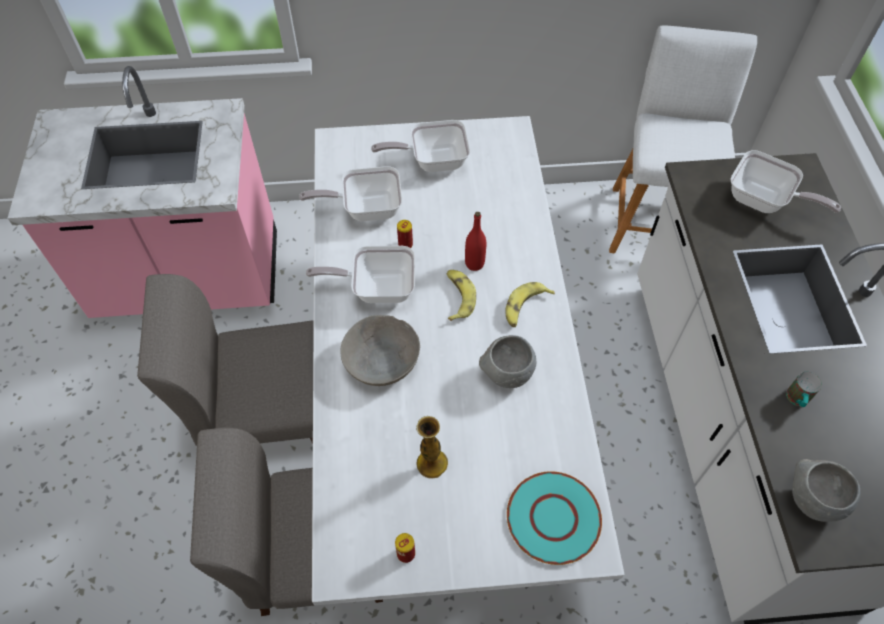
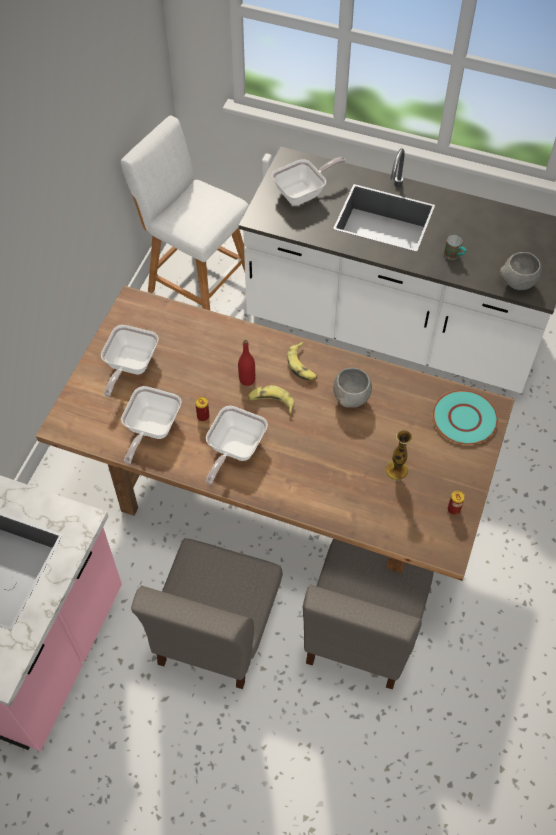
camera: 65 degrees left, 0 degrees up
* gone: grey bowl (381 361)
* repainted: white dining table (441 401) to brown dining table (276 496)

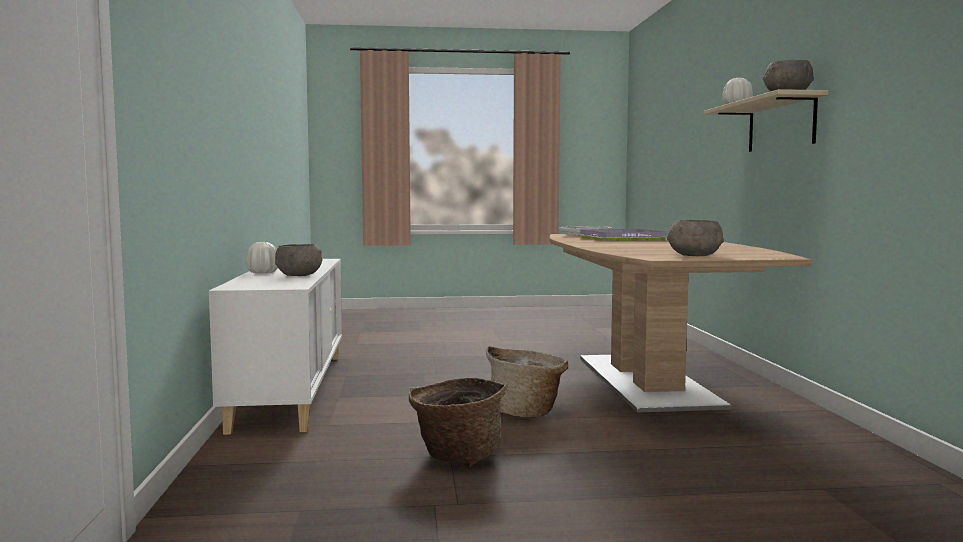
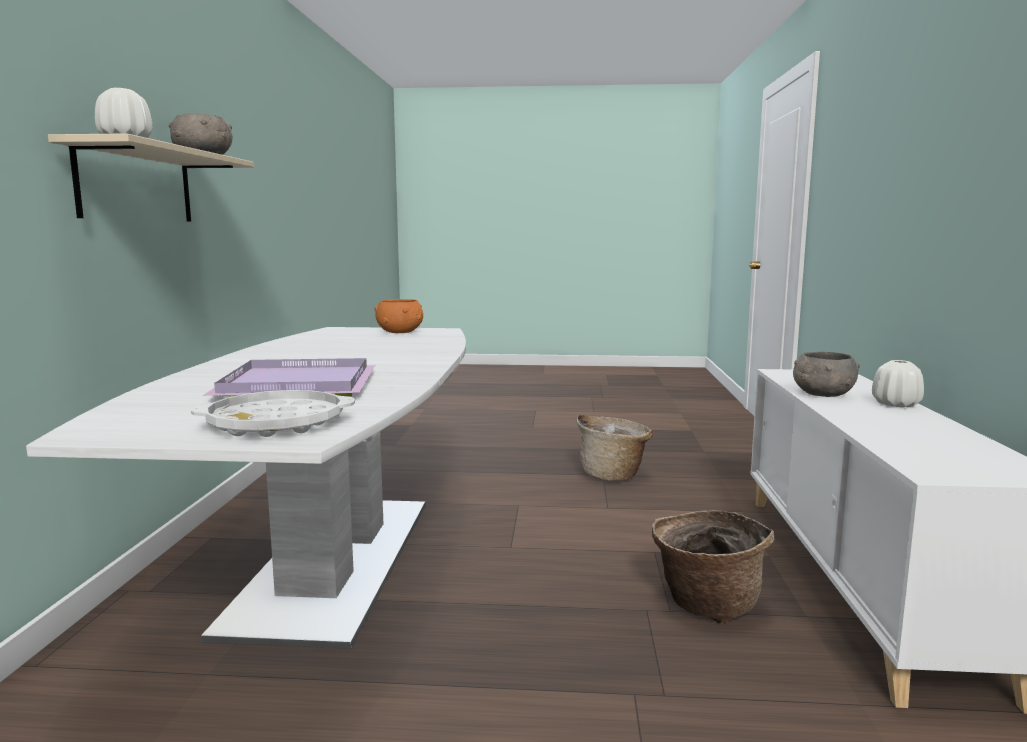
camera: 170 degrees left, 5 degrees up
* shifted: basket (526 412) to (706 604)
* repainted: brown dining table (645 380) to white dining table (334 561)
* repainted: grey bowl (694 256) to orange bowl (400 332)

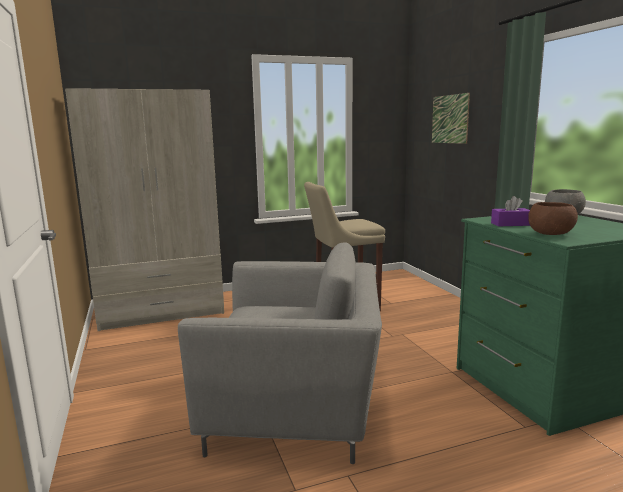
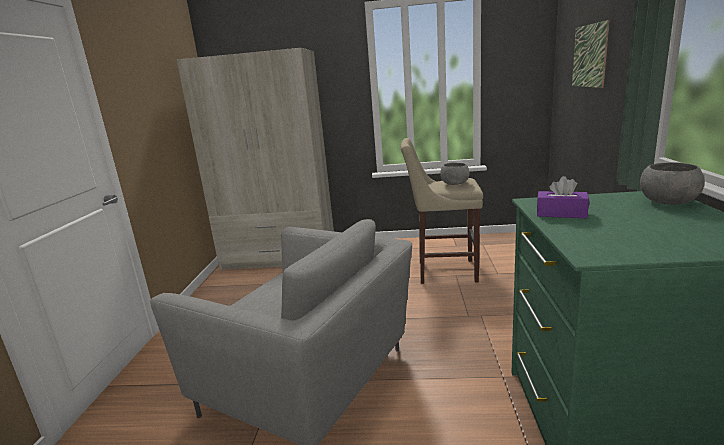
camera: 25 degrees right, 5 degrees up
* gone: brown bowl (550 234)
* new: grey bowl (455 184)

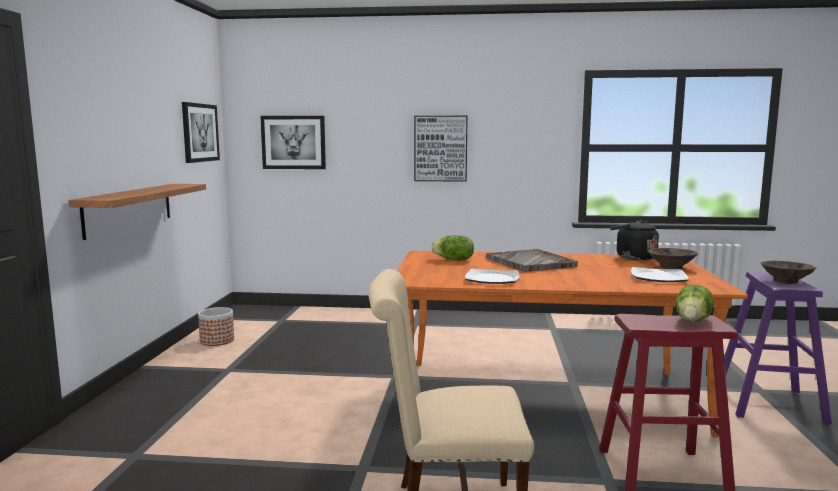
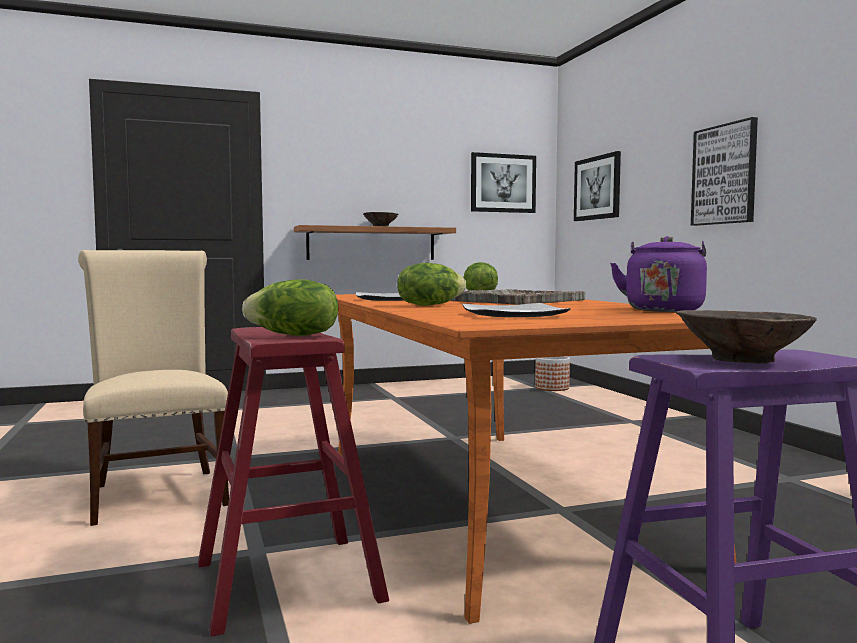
camera: 65 degrees right, 5 degrees down
* new: lettuce (430 305)
* shifted: planter (217 341) to (551 388)
* shifted: brown bowl (672 267) to (381 226)
* repainted: black kettle (633 258) to purple kettle (663 310)

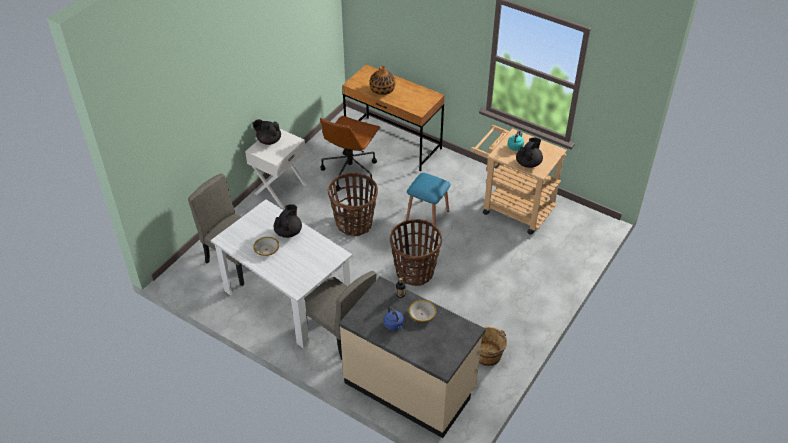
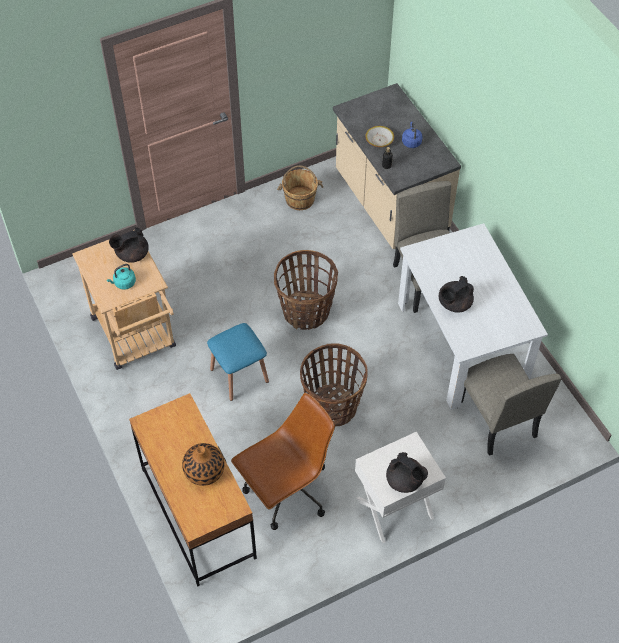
camera: 150 degrees left, 10 degrees up
* gone: bowl (266 249)

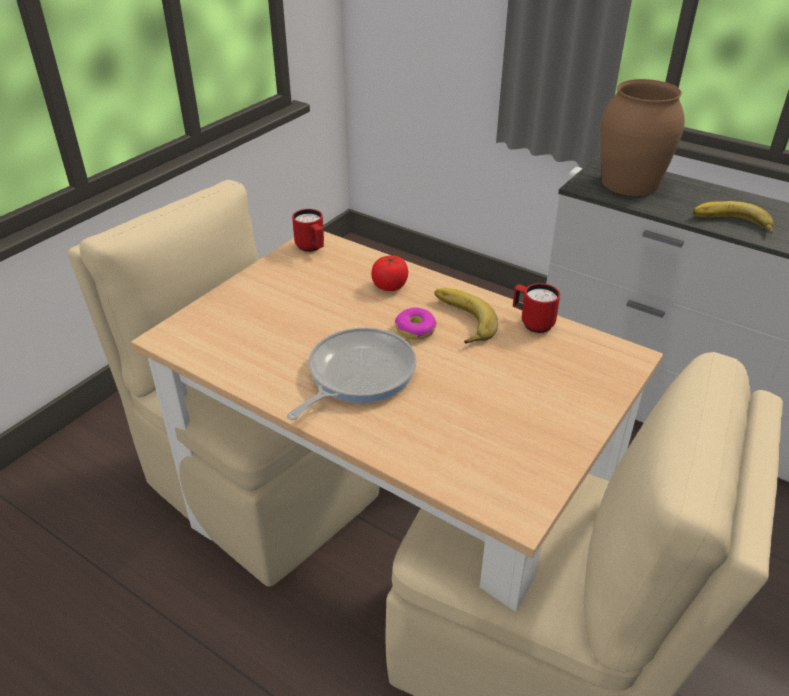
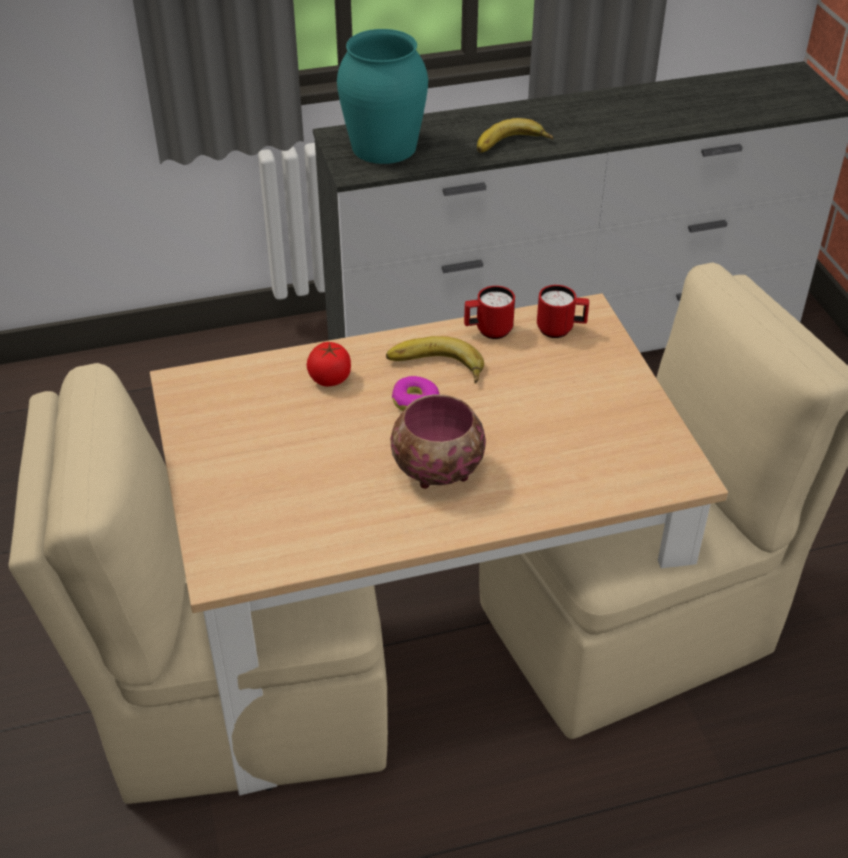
camera: 50 degrees left, 5 degrees up
* shifted: red mug (312 248) to (561 330)
* swapped: frying pan (357 375) to bowl (437 472)
* repainted: brown vase (629 182) to turquoise vase (383 146)

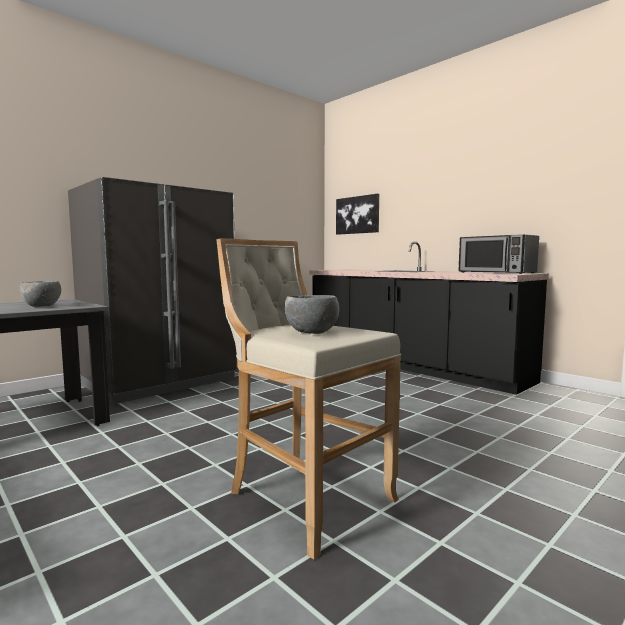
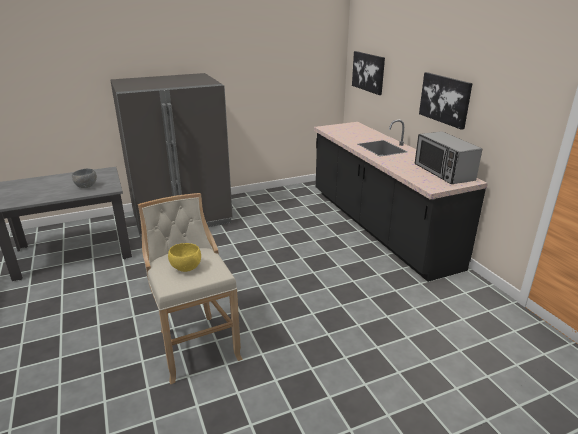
camera: 20 degrees right, 20 degrees up
* new: picture (445 99)
* repainted: grey bowl (312 333) to yellow bowl (186 268)

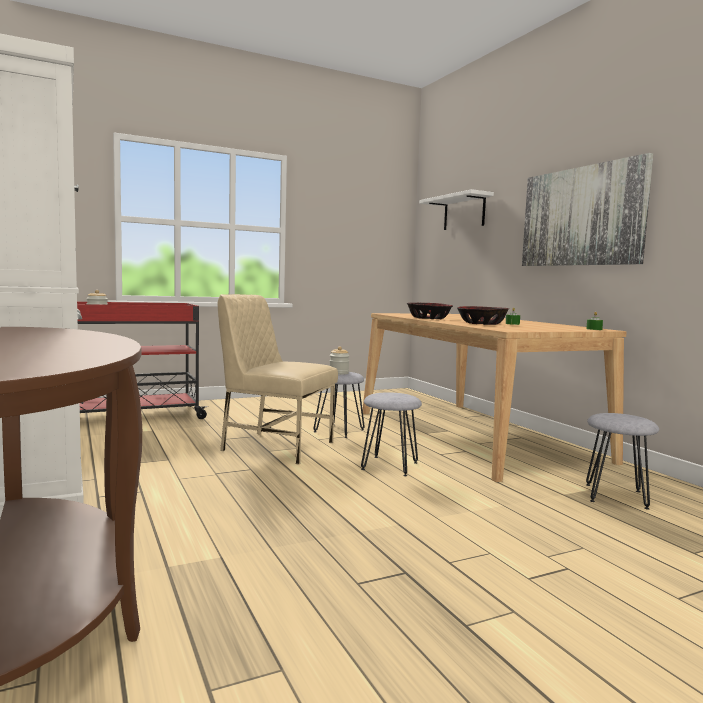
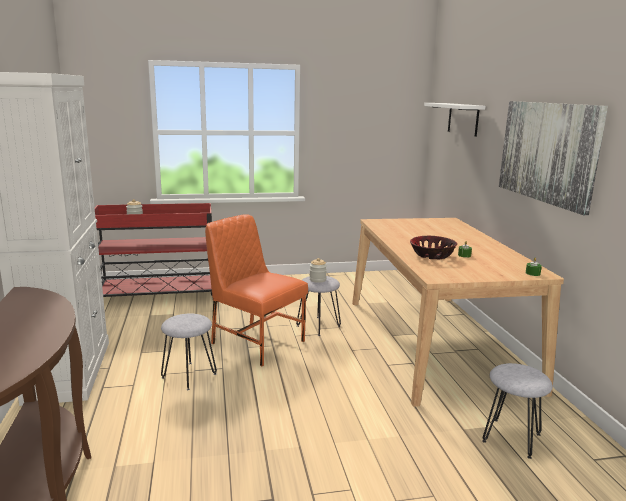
camera: 15 degrees right, 10 degrees up
* gone: bowl (429 318)
* shifted: grey stool (389 466) to (189 375)
* repainted: beige chair (276 446) to orange chair (256 342)

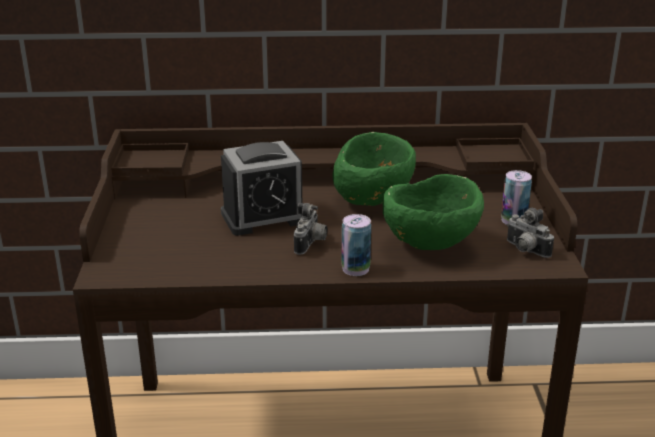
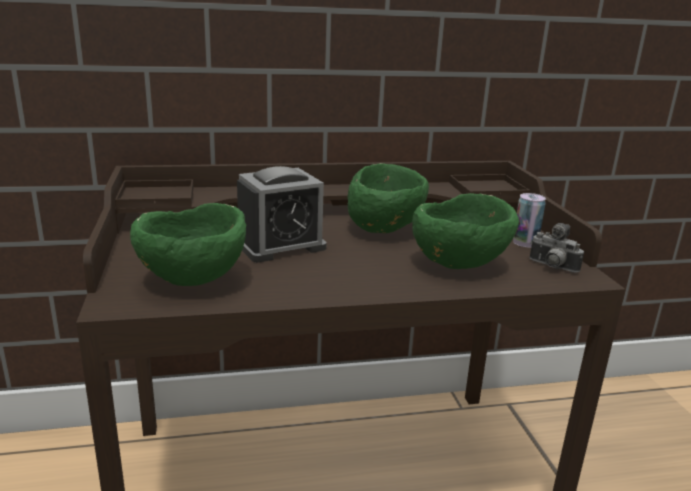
camera: 10 degrees left, 5 degrees down
* gone: photo camera (311 244)
* gone: can (355 269)
* new: green bowl (193 283)

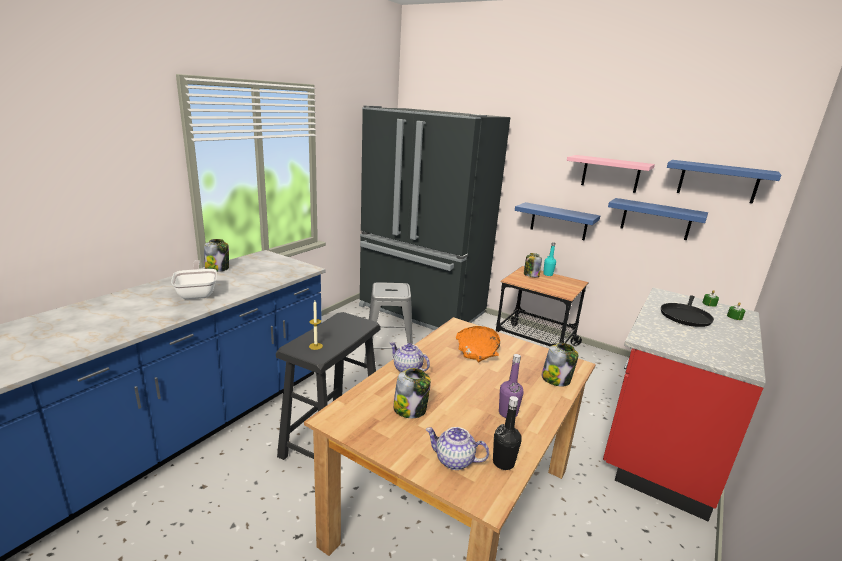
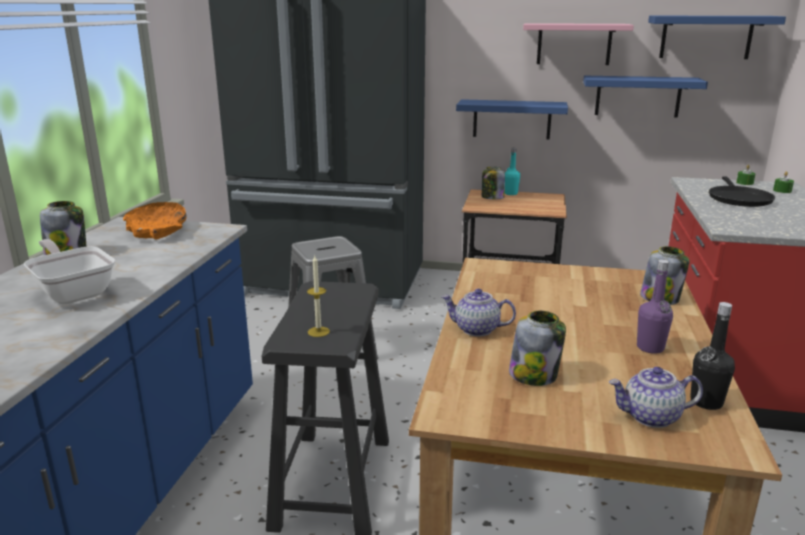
camera: 20 degrees left, 0 degrees up
* shifted: orange bowl (477 351) to (158 232)

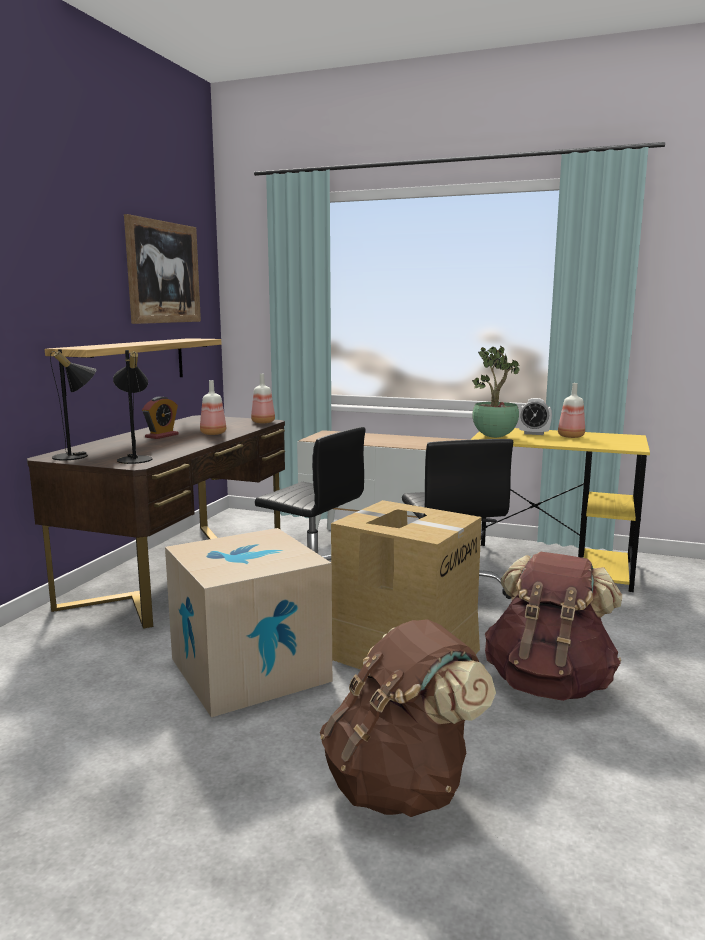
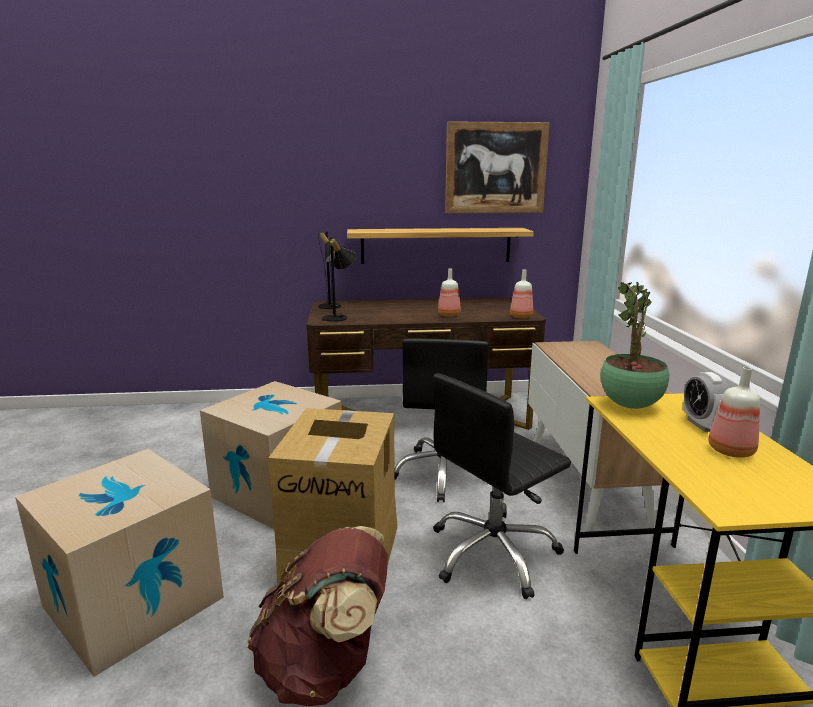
camera: 65 degrees right, 5 degrees up
* gone: alarm clock (162 436)
* swapped: brown backpack (401 786) to cardboard box (133 601)

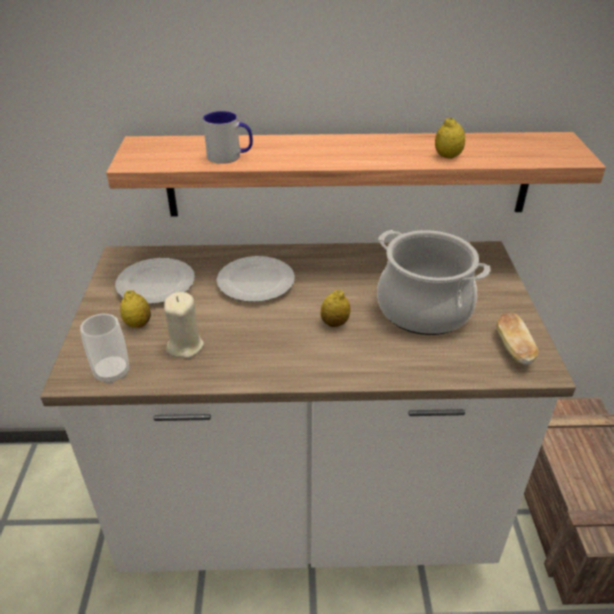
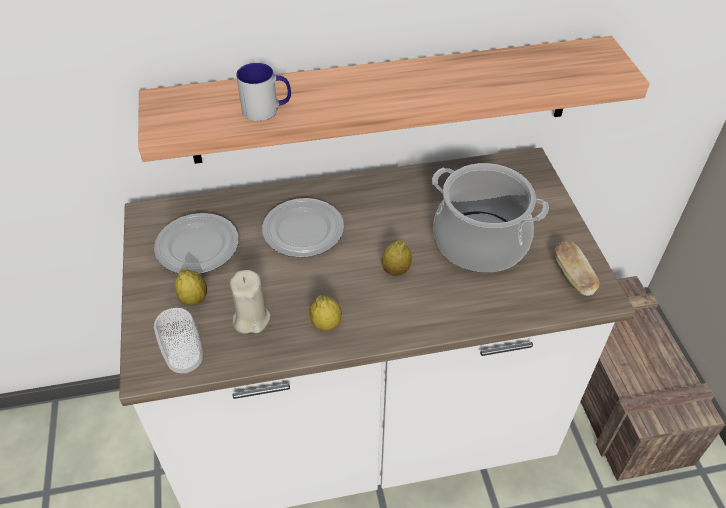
camera: 10 degrees left, 10 degrees up
* shifted: lemon (447 156) to (326 324)

